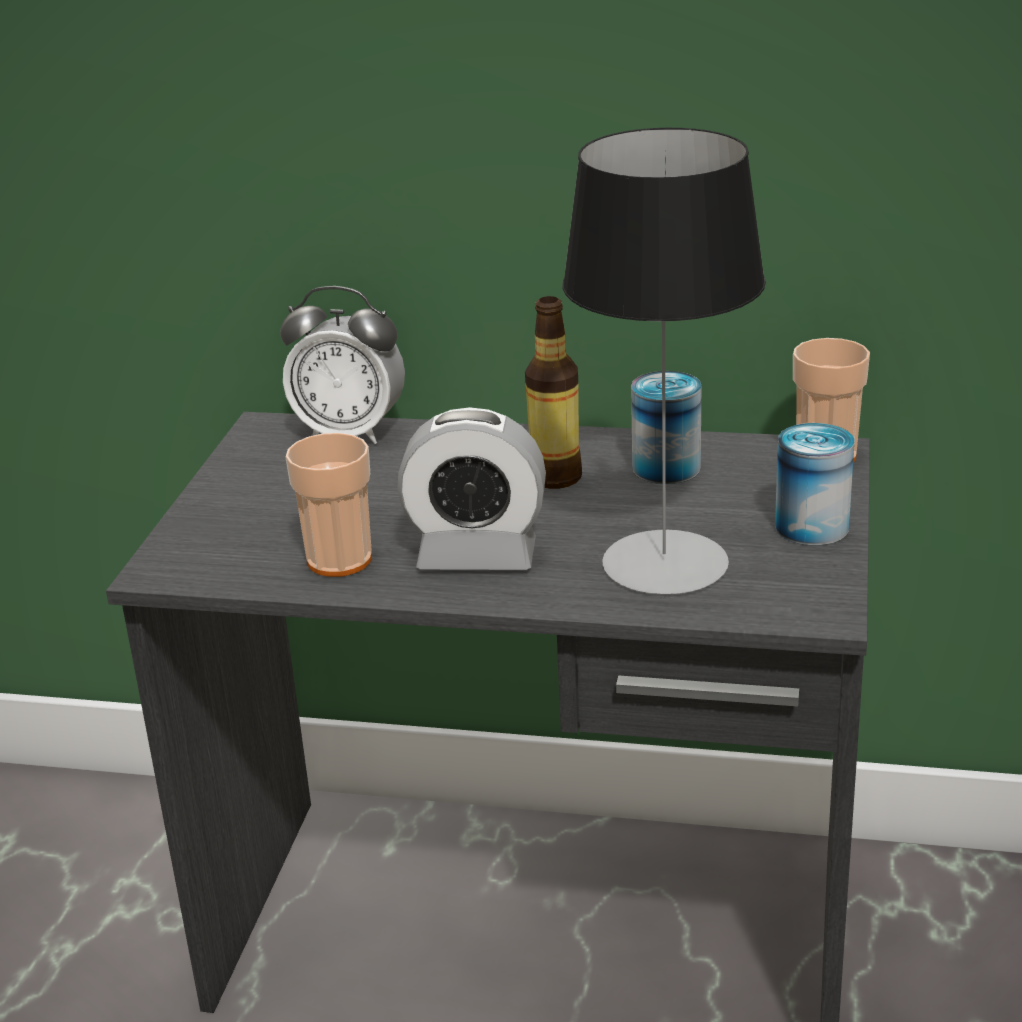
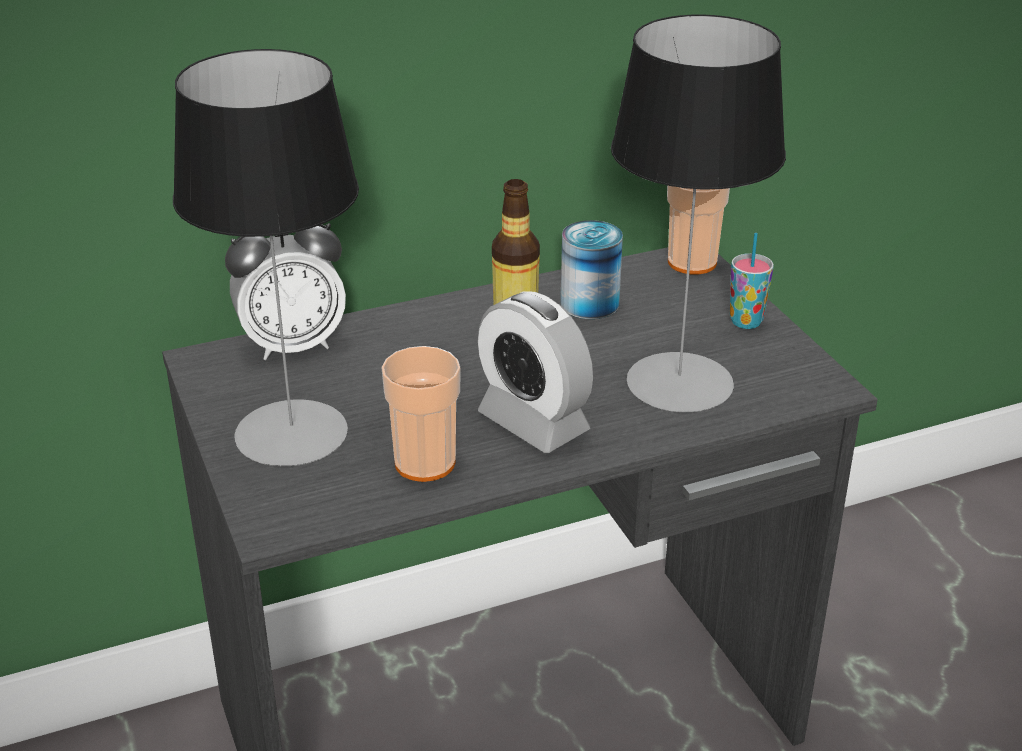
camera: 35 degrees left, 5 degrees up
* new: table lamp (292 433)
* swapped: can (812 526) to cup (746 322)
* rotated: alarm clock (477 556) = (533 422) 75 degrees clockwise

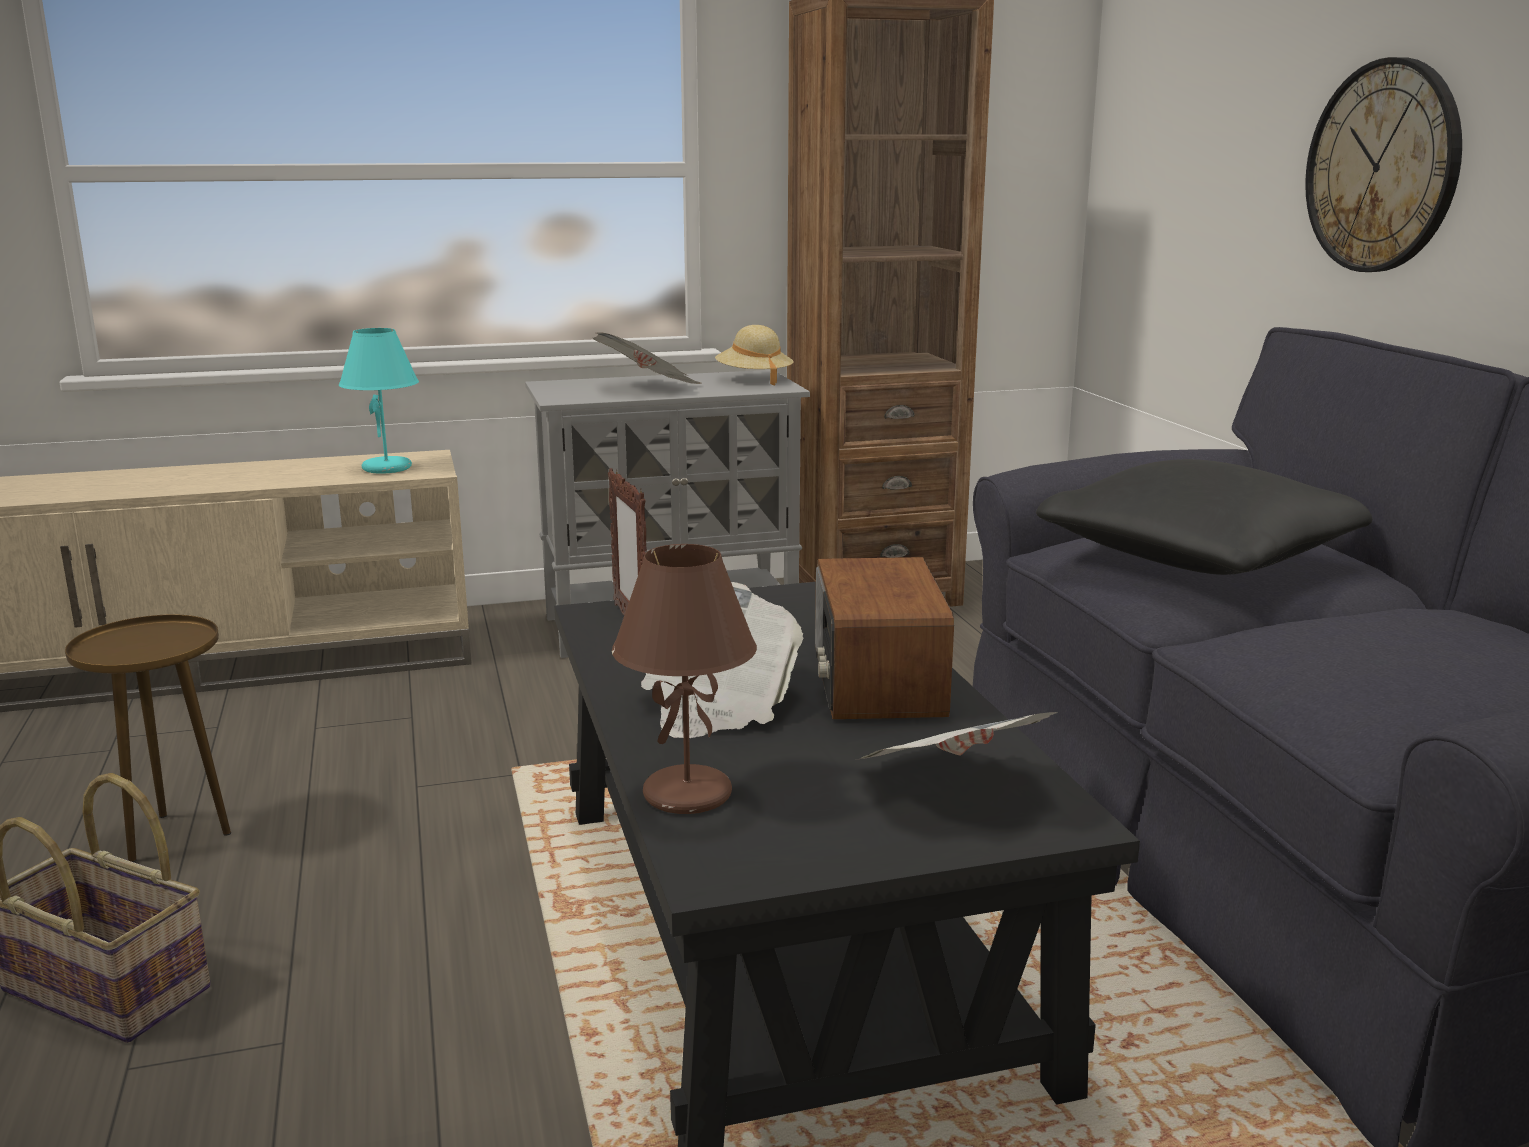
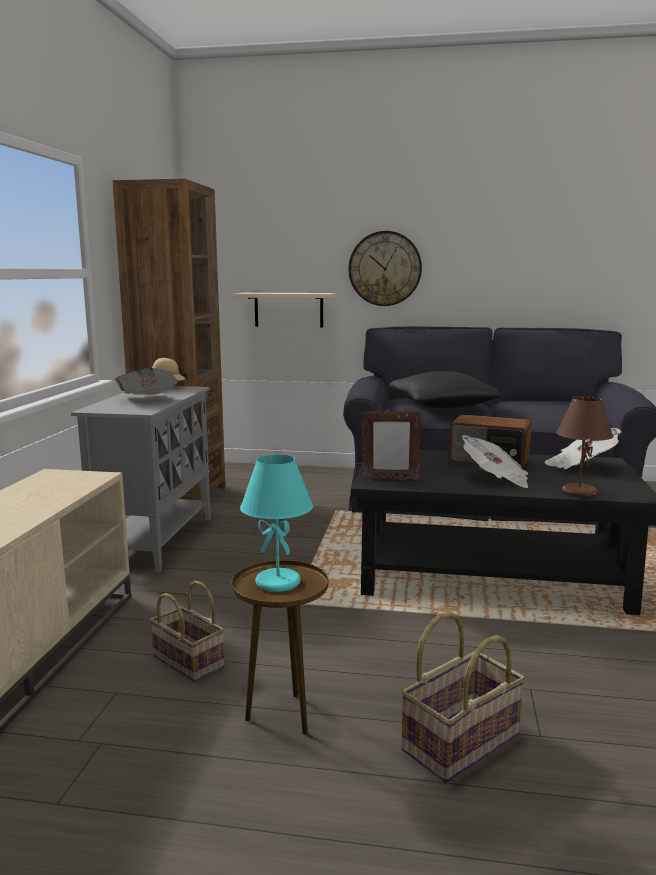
camera: 65 degrees left, 5 degrees down
* new: basket (186 661)
* new: beige shelf (288 310)
* shifted: turquoise table lamp (387 468) to (279 582)

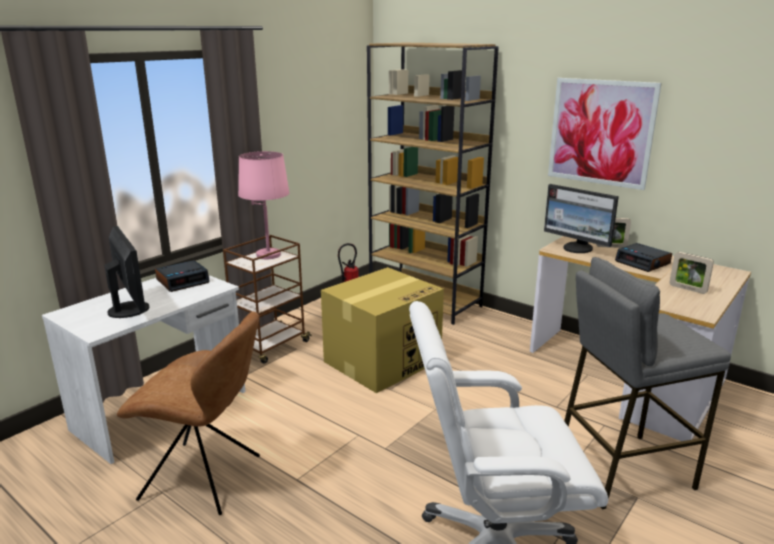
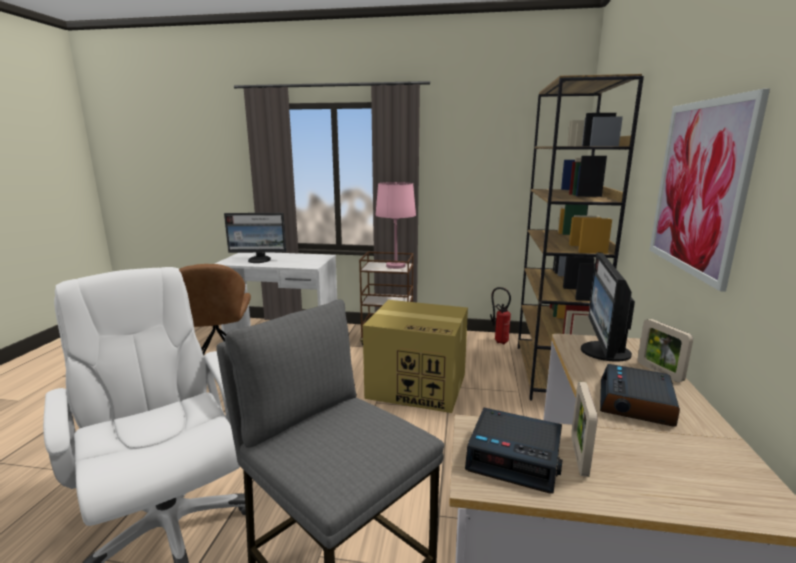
camera: 60 degrees right, 5 degrees down
* shifted: alarm clock (183 281) to (515 457)
* rotated: monitor (130 309) = (259 260) 60 degrees clockwise

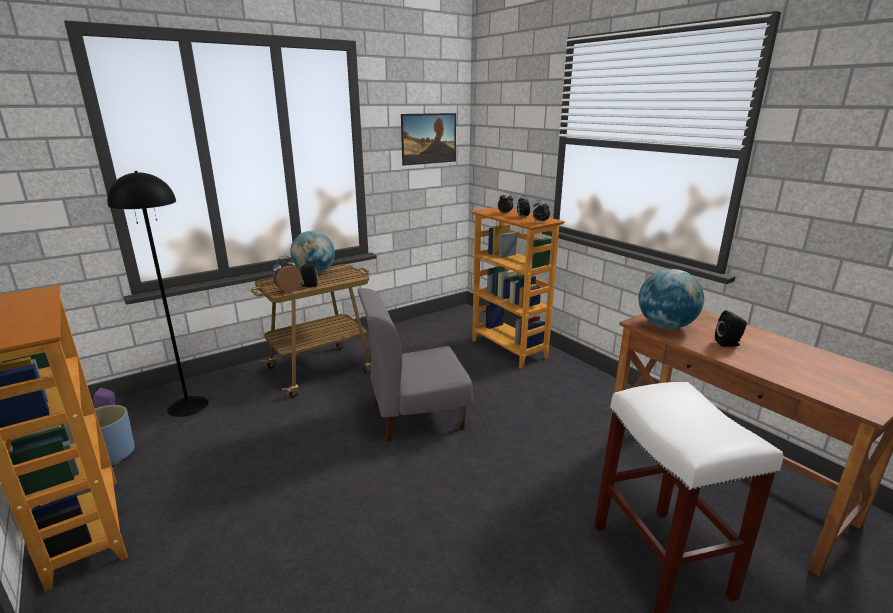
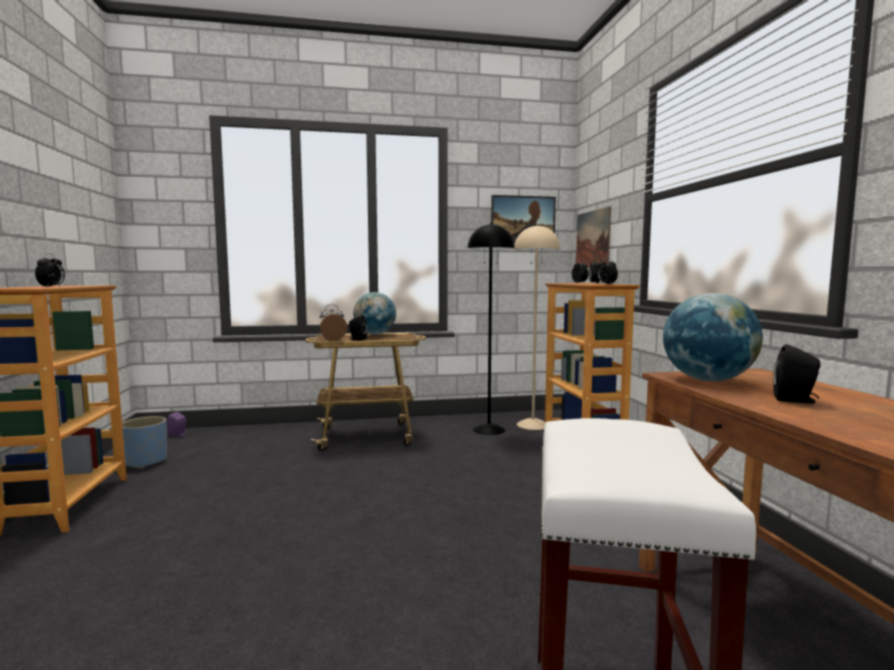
camera: 25 degrees right, 15 degrees down
* gone: grey chair (416 415)
* new: alarm clock (52 287)
* new: beige floor lamp (533 424)
* new: picture (593 239)
* shifted: black floor lamp (188 405) to (488 429)

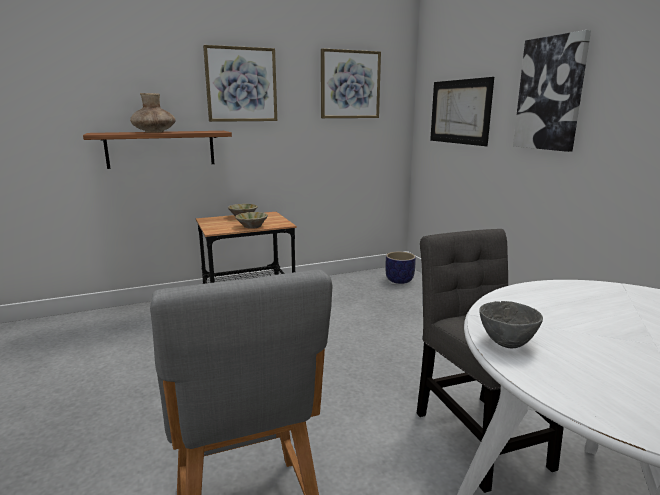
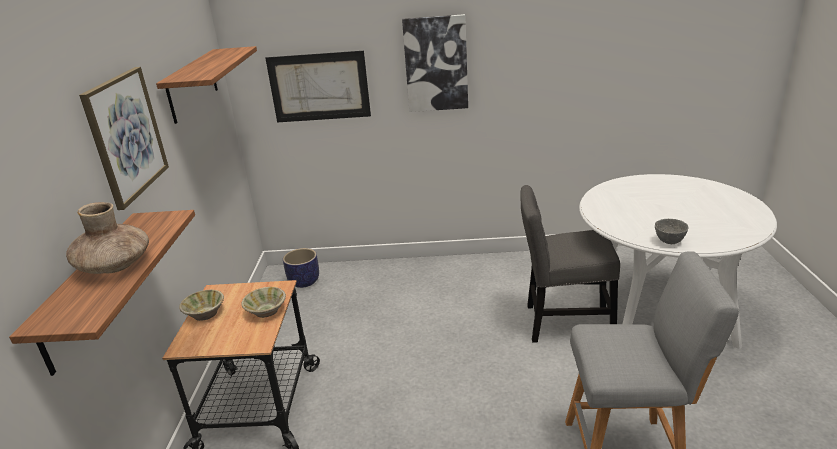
camera: 65 degrees left, 10 degrees up
* swapped: picture (350 84) to shelf (192 85)

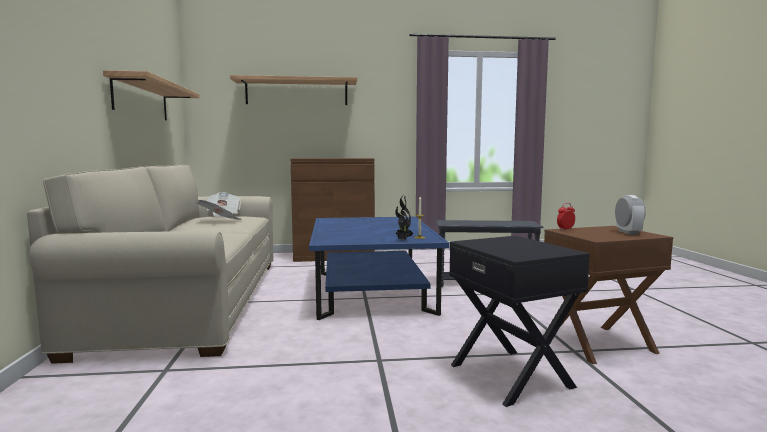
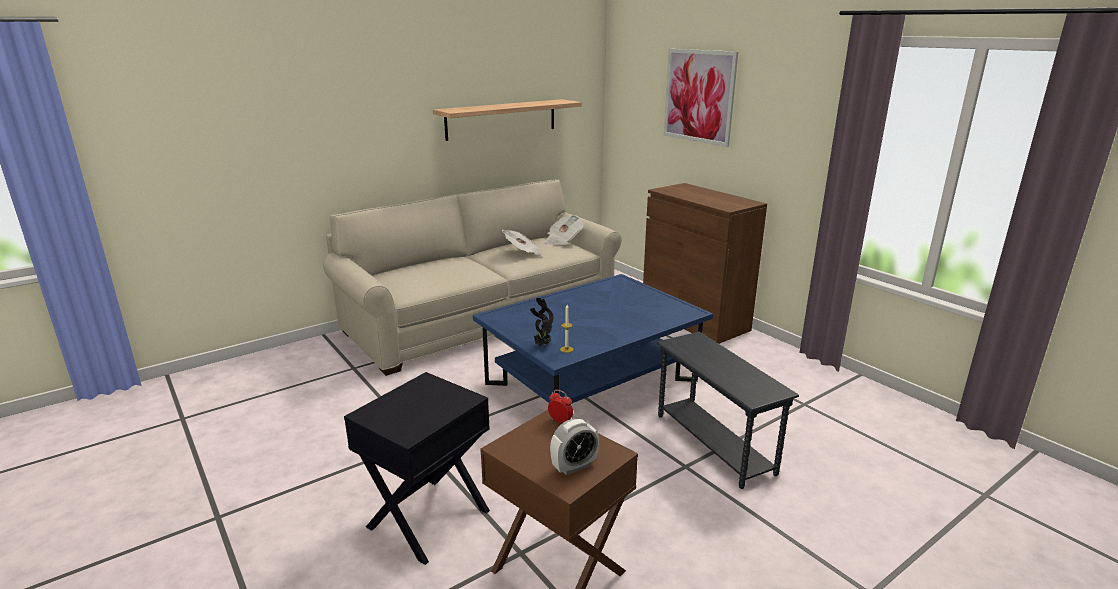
camera: 60 degrees right, 15 degrees up
* swapped: shelf (296 92) to picture (699 96)

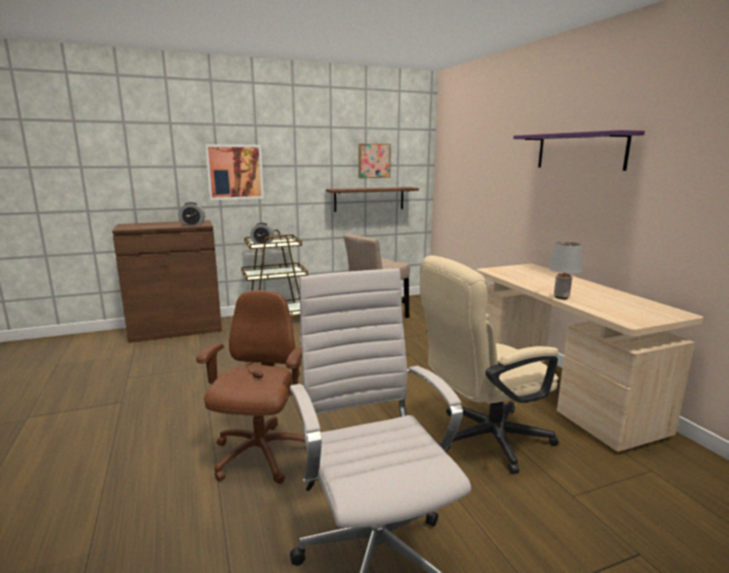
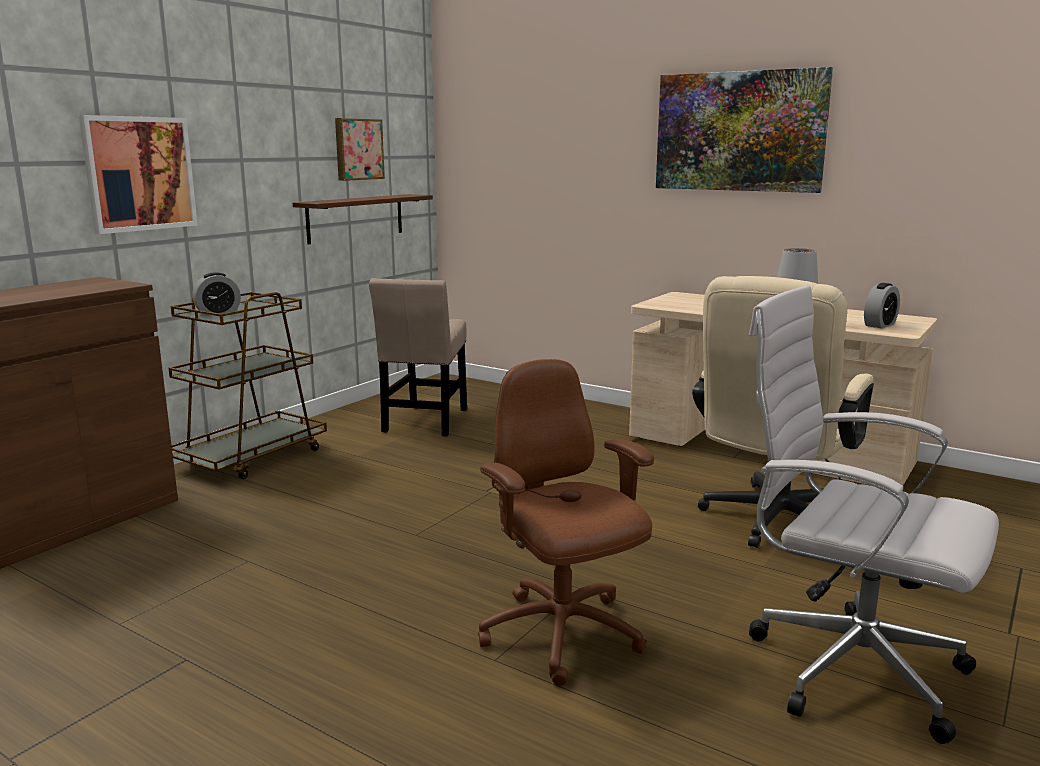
camera: 35 degrees left, 0 degrees up
* shifted: alarm clock (192 224) to (880 325)
* swapped: purple shelf (580 151) to picture (739 131)

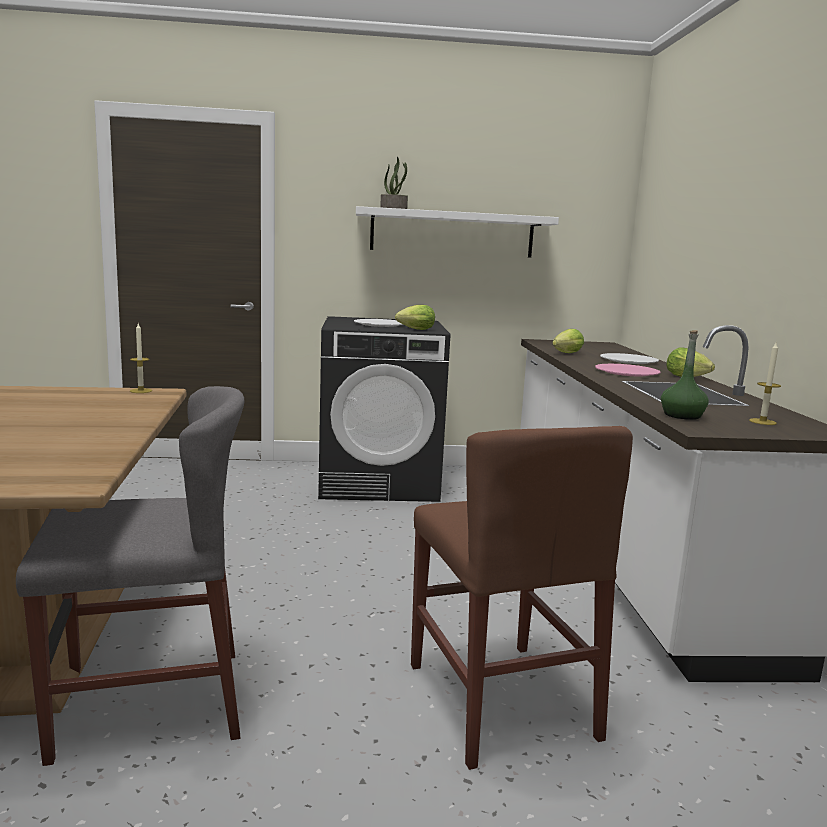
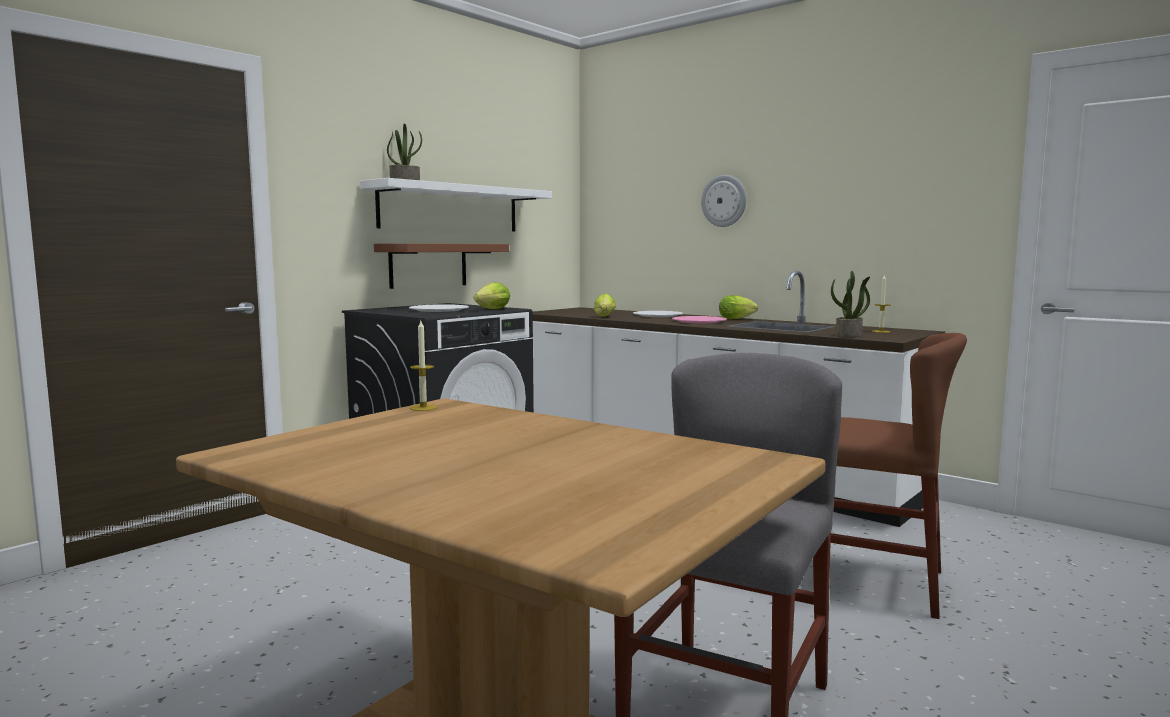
camera: 45 degrees left, 5 degrees down
* new: brown shelf (428 265)
* new: wall clock (724 201)
* swapped: green bottle (682 416) to potted plant (849 335)

